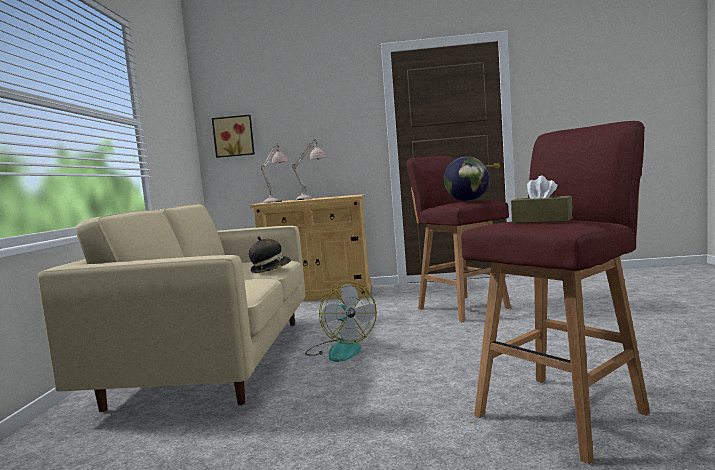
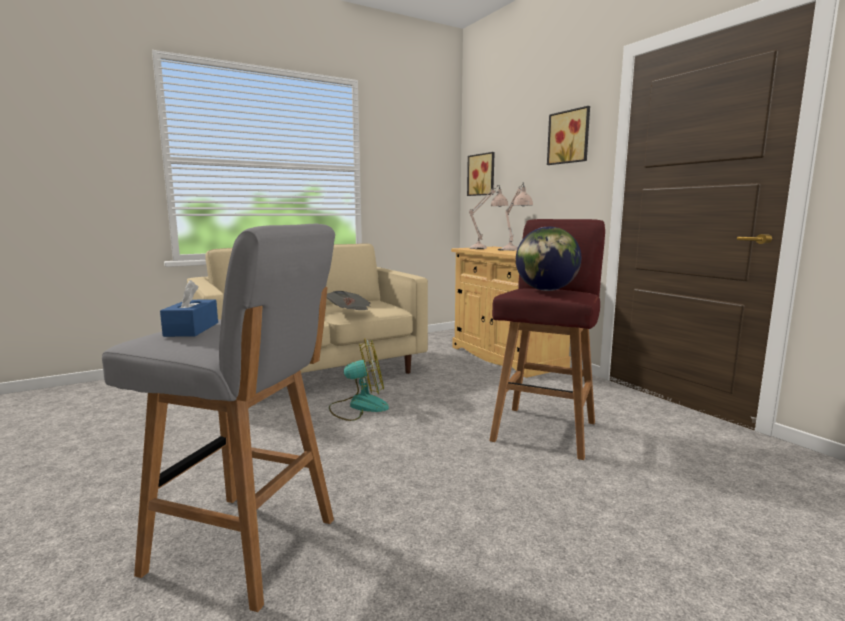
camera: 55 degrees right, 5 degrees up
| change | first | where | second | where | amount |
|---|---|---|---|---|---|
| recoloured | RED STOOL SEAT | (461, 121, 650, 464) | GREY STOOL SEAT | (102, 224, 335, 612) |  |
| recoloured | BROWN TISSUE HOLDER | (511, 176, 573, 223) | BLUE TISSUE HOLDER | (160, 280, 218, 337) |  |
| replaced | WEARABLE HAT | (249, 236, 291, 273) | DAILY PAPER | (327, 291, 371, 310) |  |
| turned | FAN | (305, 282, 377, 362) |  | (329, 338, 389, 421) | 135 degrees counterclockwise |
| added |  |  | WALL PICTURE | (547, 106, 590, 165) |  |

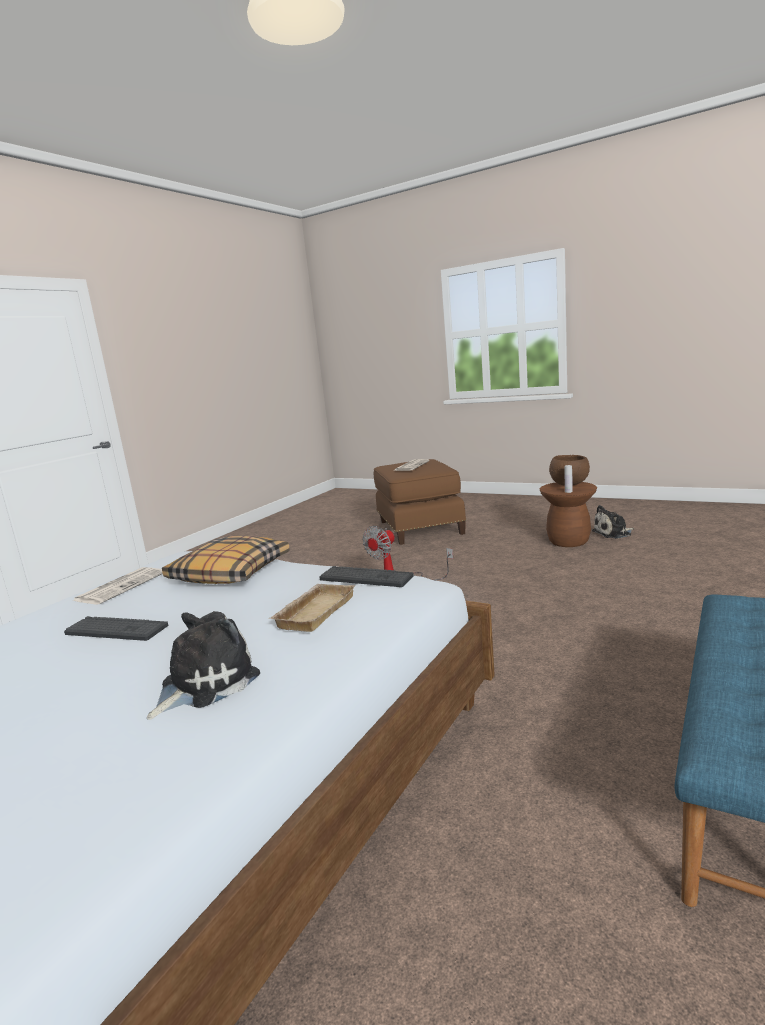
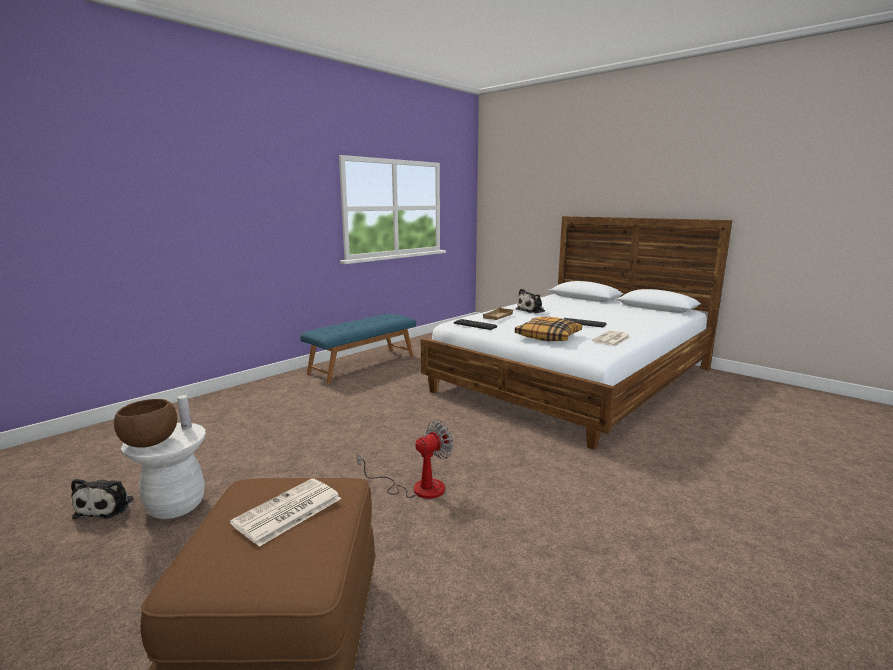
camera: 170 degrees left, 0 degrees up
| change | first | where | second | where | amount |
|---|---|---|---|---|---|
| turned | SOFT TOY | (592, 505, 634, 539) |  | (71, 479, 134, 519) | 90 degrees clockwise |
| recoloured | BROWN STOOL SEAT | (539, 482, 597, 547) | WHITISH STOOL SEAT | (121, 423, 206, 519) |  |

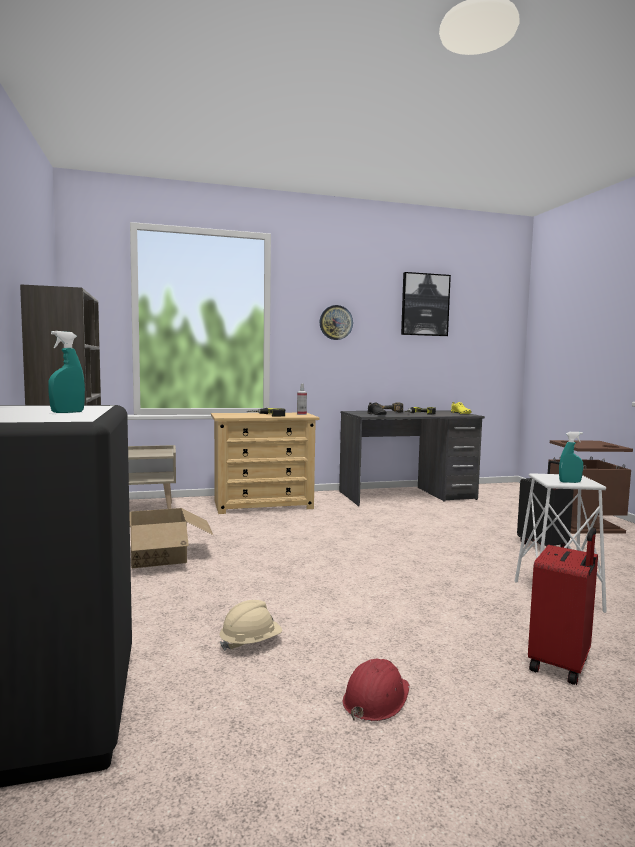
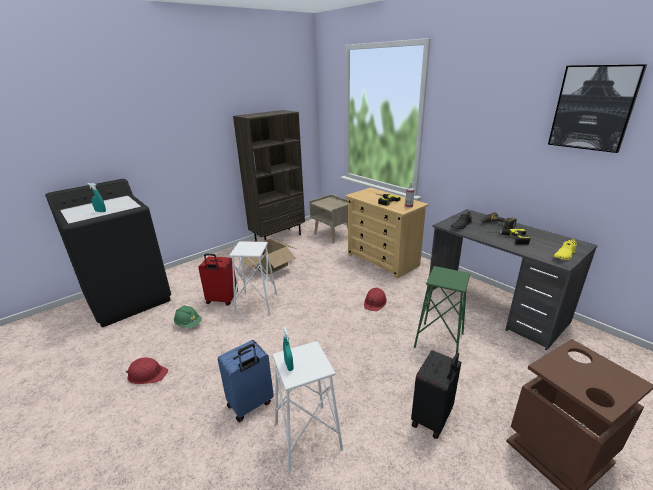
camera: 65 degrees right, 20 degrees up
| change | first | where | second | where | amount |
|---|---|---|---|---|---|
| recoloured | BEIGE HARD HAT | (219, 600, 282, 651) | GREENISH HARD HAT | (174, 306, 202, 328) |  |
| moved | RED PIECE OF LUGGAGE | (528, 528, 598, 685) |  | (198, 253, 238, 306) |  |
| added |  |  | BLUE PIECE OF LUGGAGE | (218, 340, 274, 422) |  |
| added |  |  | WHITISH STOOL SEAT | (229, 241, 277, 315) |  |
| added |  |  | RED HARD HAT | (364, 288, 387, 311) |  |
| added |  |  | GREENISH STOOL SEAT | (414, 266, 470, 353) |  |
| removed | CLOCK ON THE WALL | (320, 305, 353, 340) |  |  |  |

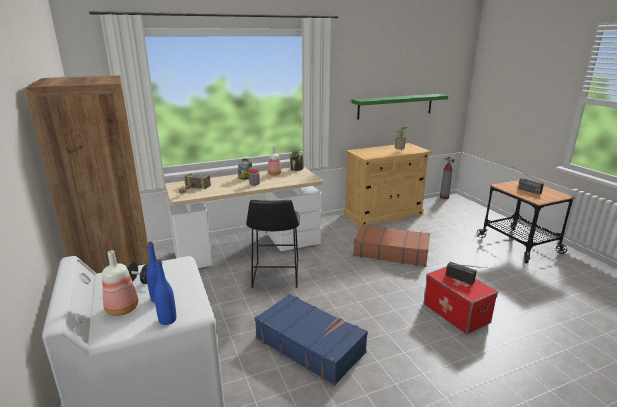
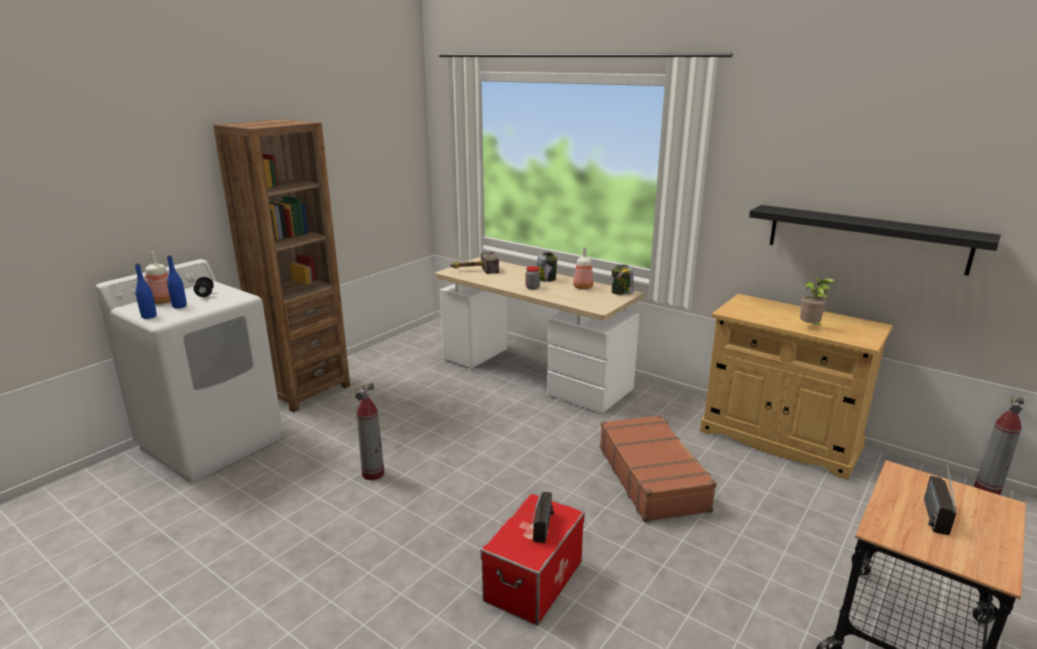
camera: 60 degrees right, 0 degrees up
| change | first | where | second | where | amount |
|---|---|---|---|---|---|
| replaced | BLUE PIECE OF LUGGAGE | (255, 294, 368, 386) | FIRE-FIGHTING CYLINDER | (355, 383, 384, 480) |  |
| recoloured | GREENISH BRACKET SHELF | (351, 94, 448, 120) | BLACKISH BRACKET SHELF | (749, 205, 1001, 276) |  |
| removed | BLACKISH STOOL SEAT | (246, 200, 300, 288) |  |  |  |

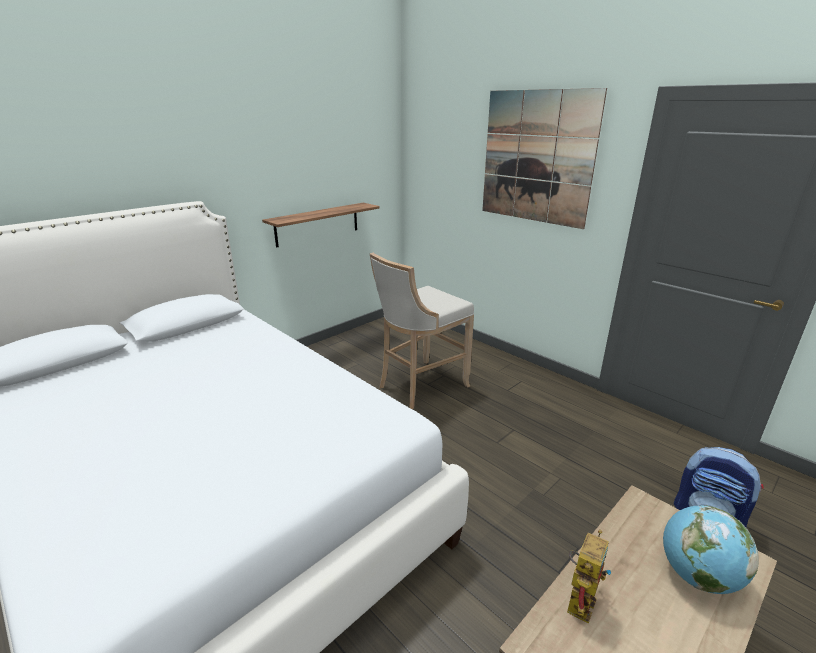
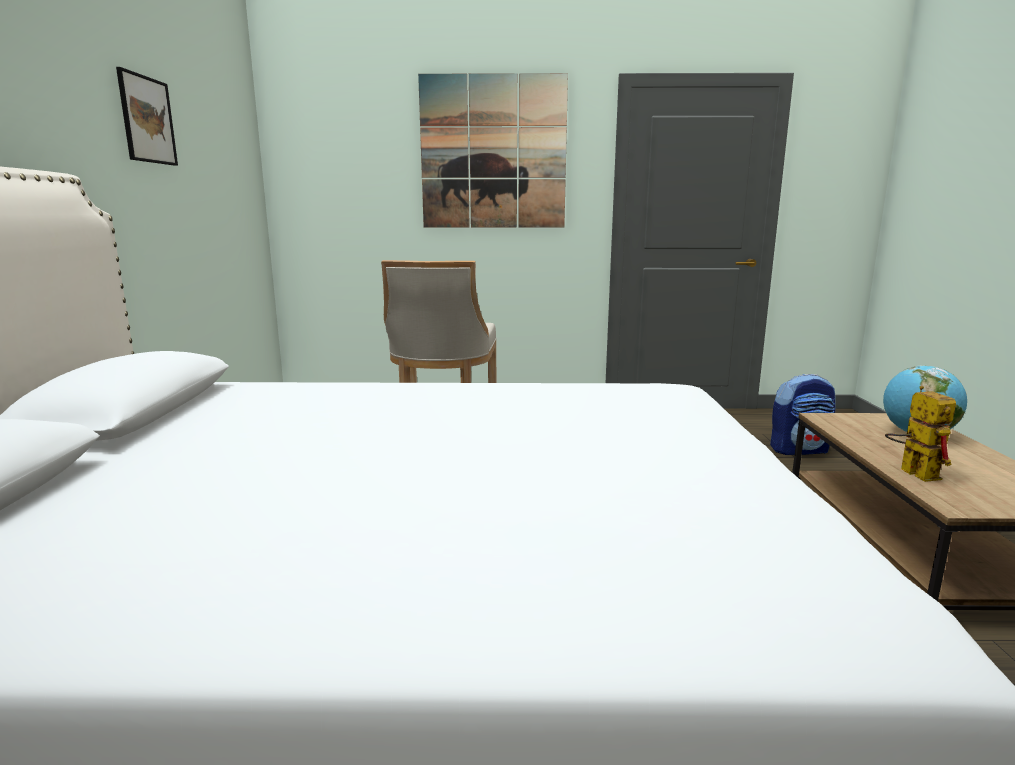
camera: 45 degrees left, 10 degrees down
| change | first | where | second | where | amount |
|---|---|---|---|---|---|
| added |  |  | WALL PICTURE | (116, 67, 178, 166) |  |
| removed | BRACKET SHELF | (262, 203, 380, 248) |  |  |  |

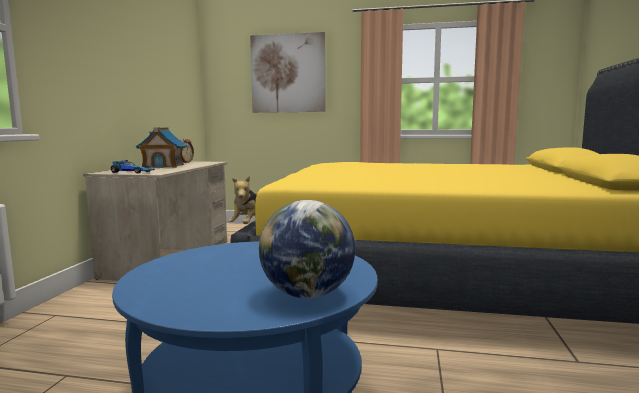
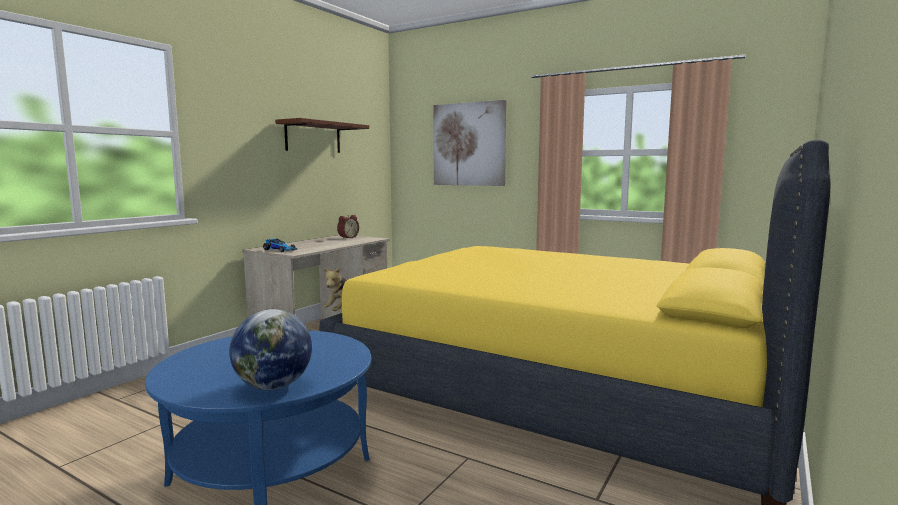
camera: 20 degrees right, 0 degrees up
| change | first | where | second | where | amount |
|---|---|---|---|---|---|
| added |  |  | BROWN BRACKET SHELF | (275, 118, 369, 153) |  |
| removed | MODEL HOUSE | (136, 127, 187, 168) |  |  |  |

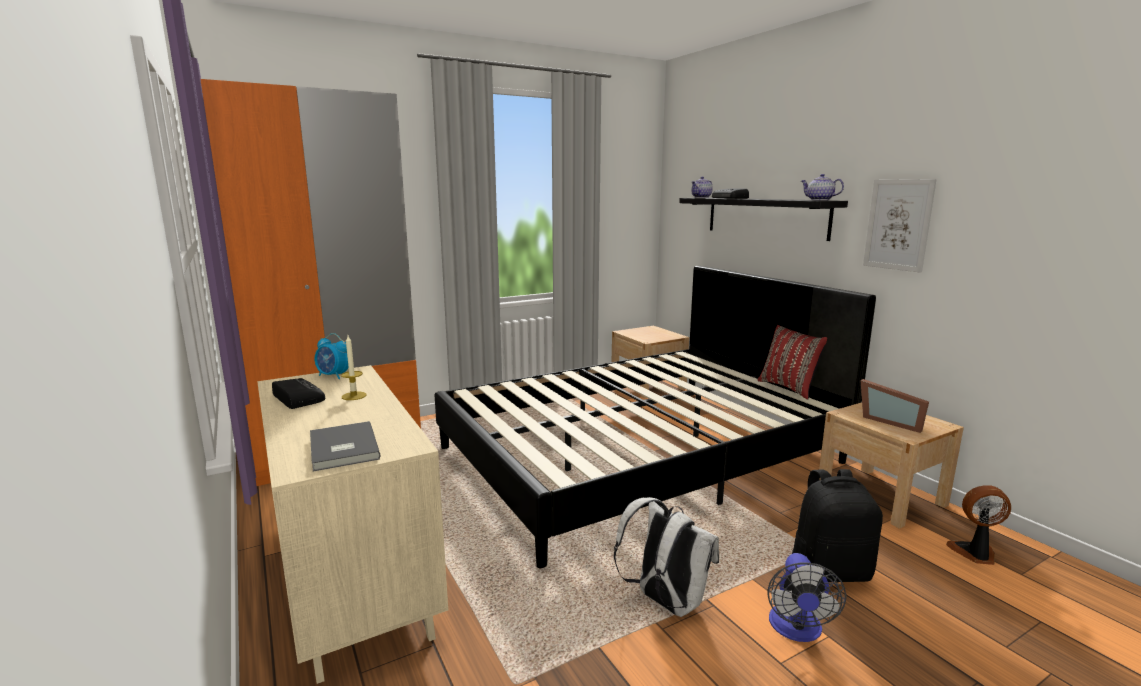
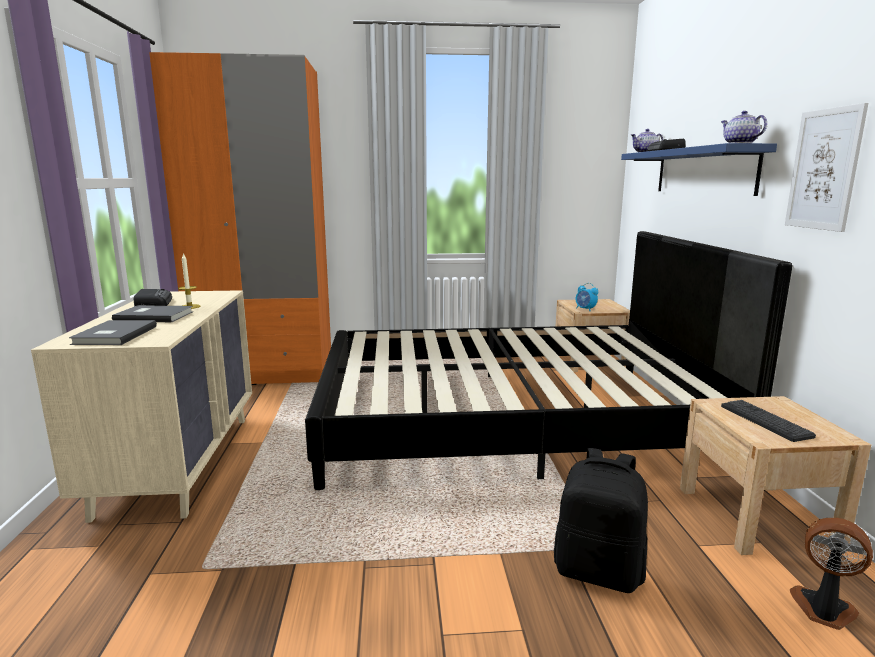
camera: 25 degrees right, 0 degrees up
| change | first | where | second | where | amount |
|---|---|---|---|---|---|
| added |  |  | GREY BOOK | (112, 305, 193, 322) |  |
| moved | TABLE CLOCK | (315, 333, 349, 379) |  | (576, 283, 598, 311) |  |
| recoloured | BLACKISH BRACKET SHELF | (679, 198, 848, 241) | BLUE BRACKET SHELF | (621, 143, 777, 196) |  |
| replaced | STANDING FRAME | (861, 379, 929, 433) | PC KEYBOARD | (721, 400, 816, 442) |  |
| removed | WHITISH RUCKSACK | (614, 497, 719, 617) |  |  |  |
| removed | RED THROW PILLOW | (758, 325, 827, 400) |  |  |  |
| removed | FAN | (767, 553, 847, 642) |  |  |  |

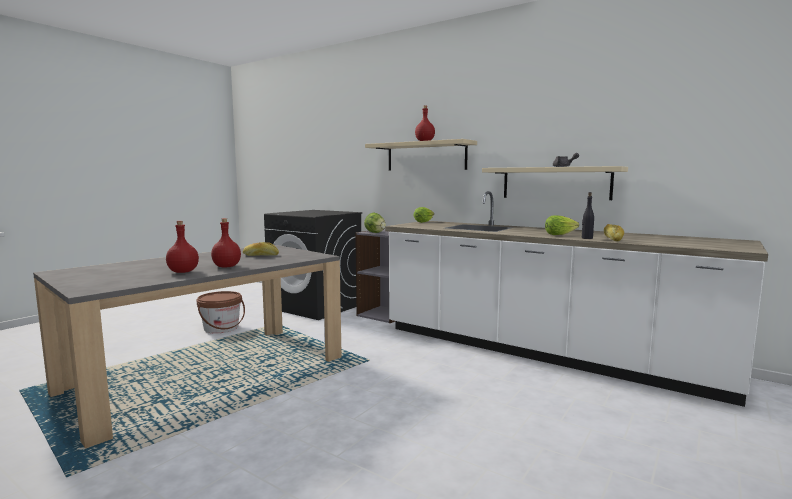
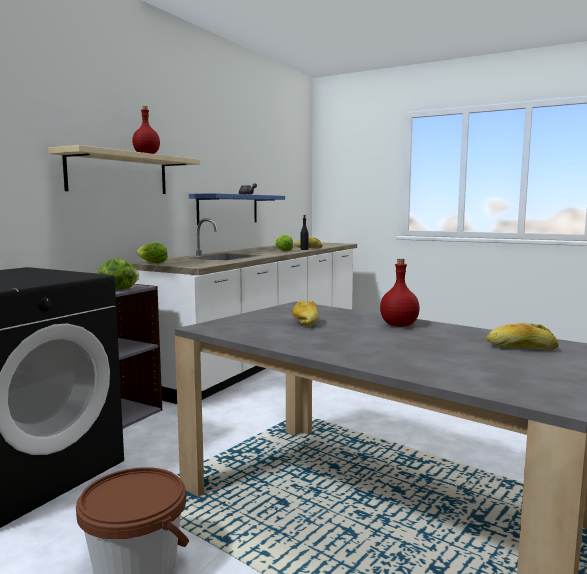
camera: 95 degrees left, 0 degrees up
| change | first | where | second | where | amount |
|---|---|---|---|---|---|
| recoloured | BEIGE BRACKET SHELF | (482, 166, 628, 200) | BLUE BRACKET SHELF | (189, 193, 285, 225) |  |
| added |  |  | BREAD | (486, 323, 559, 350) |  |
| removed | RED DRINK BOTTLE | (166, 221, 199, 273) |  |  |  |

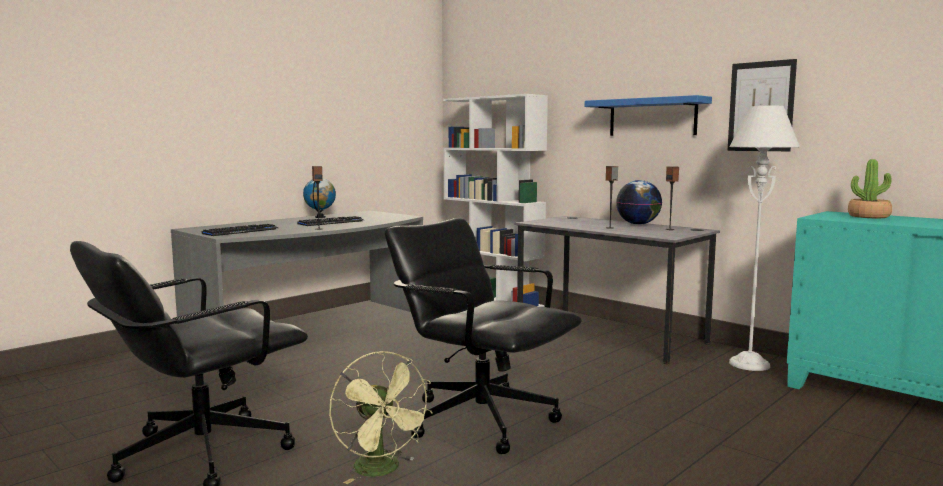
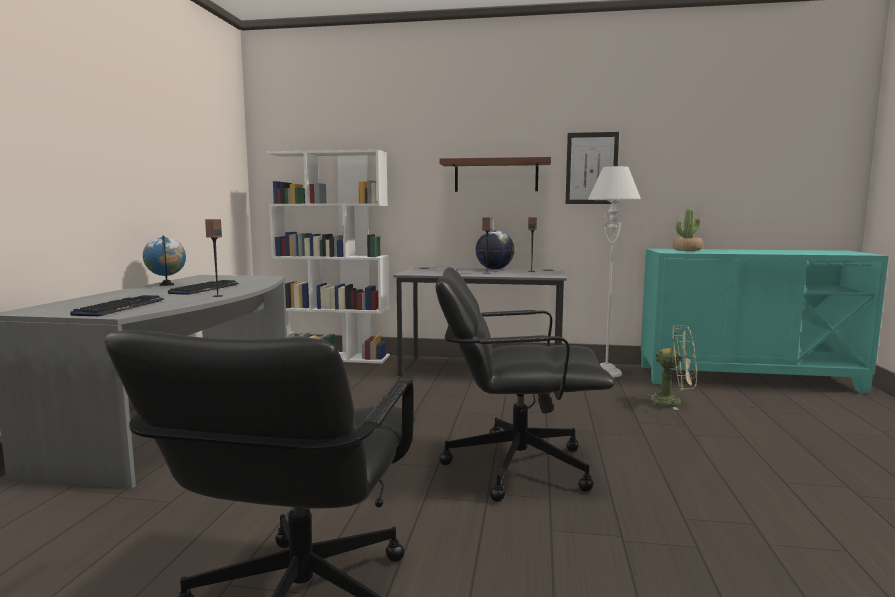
camera: 35 degrees left, 0 degrees up
| change | first | where | second | where | amount |
|---|---|---|---|---|---|
| recoloured | BLUE BRACKET SHELF | (585, 95, 712, 136) | BROWN BRACKET SHELF | (440, 157, 551, 192) |  |
| moved | GREENISH FAN | (329, 351, 433, 484) |  | (642, 325, 697, 410) |  |

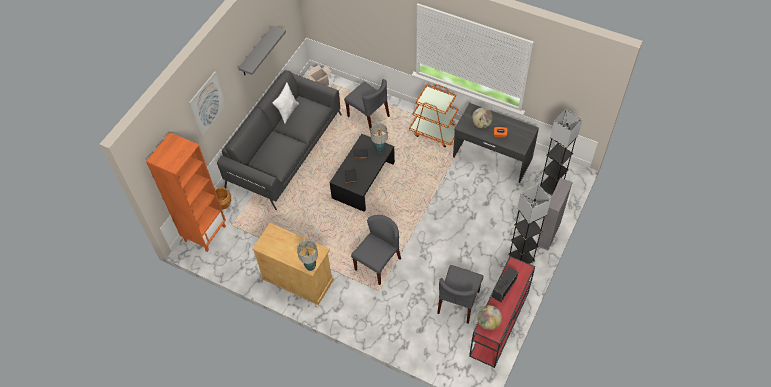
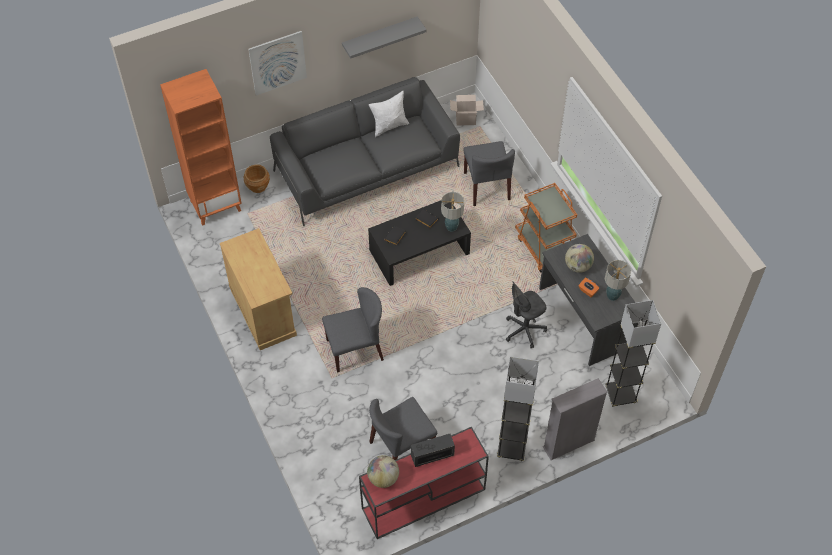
camera: 35 degrees right, 0 degrees up
| change | first | where | second | where | amount |
|---|---|---|---|---|---|
| added |  |  | GREY COMPUTER CHAIR | (506, 281, 547, 348) |  |
| moved | LAMP FOR A TABLE | (297, 240, 318, 271) |  | (605, 260, 631, 301) |  |

